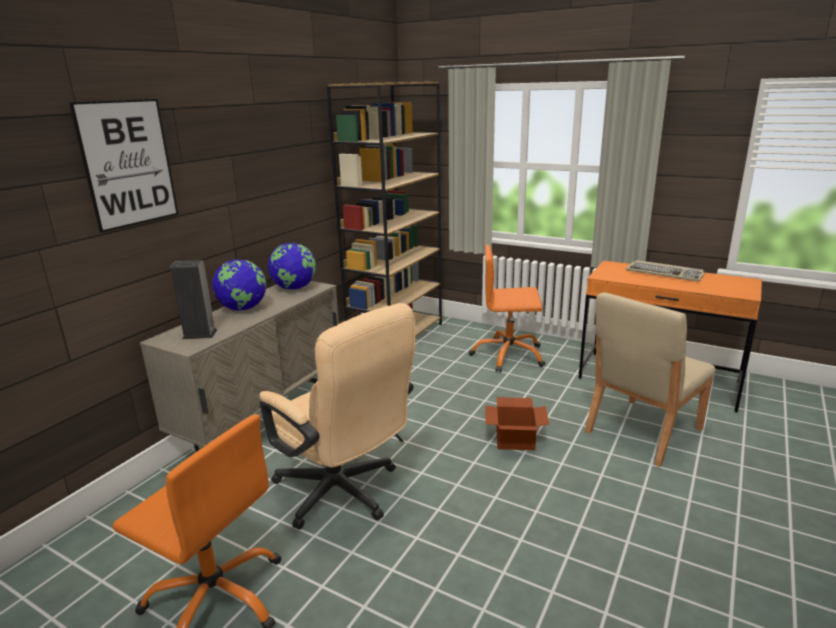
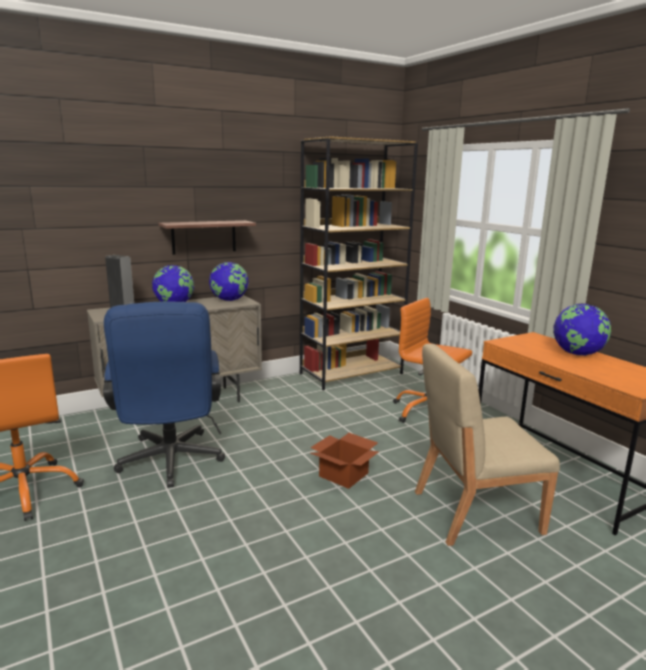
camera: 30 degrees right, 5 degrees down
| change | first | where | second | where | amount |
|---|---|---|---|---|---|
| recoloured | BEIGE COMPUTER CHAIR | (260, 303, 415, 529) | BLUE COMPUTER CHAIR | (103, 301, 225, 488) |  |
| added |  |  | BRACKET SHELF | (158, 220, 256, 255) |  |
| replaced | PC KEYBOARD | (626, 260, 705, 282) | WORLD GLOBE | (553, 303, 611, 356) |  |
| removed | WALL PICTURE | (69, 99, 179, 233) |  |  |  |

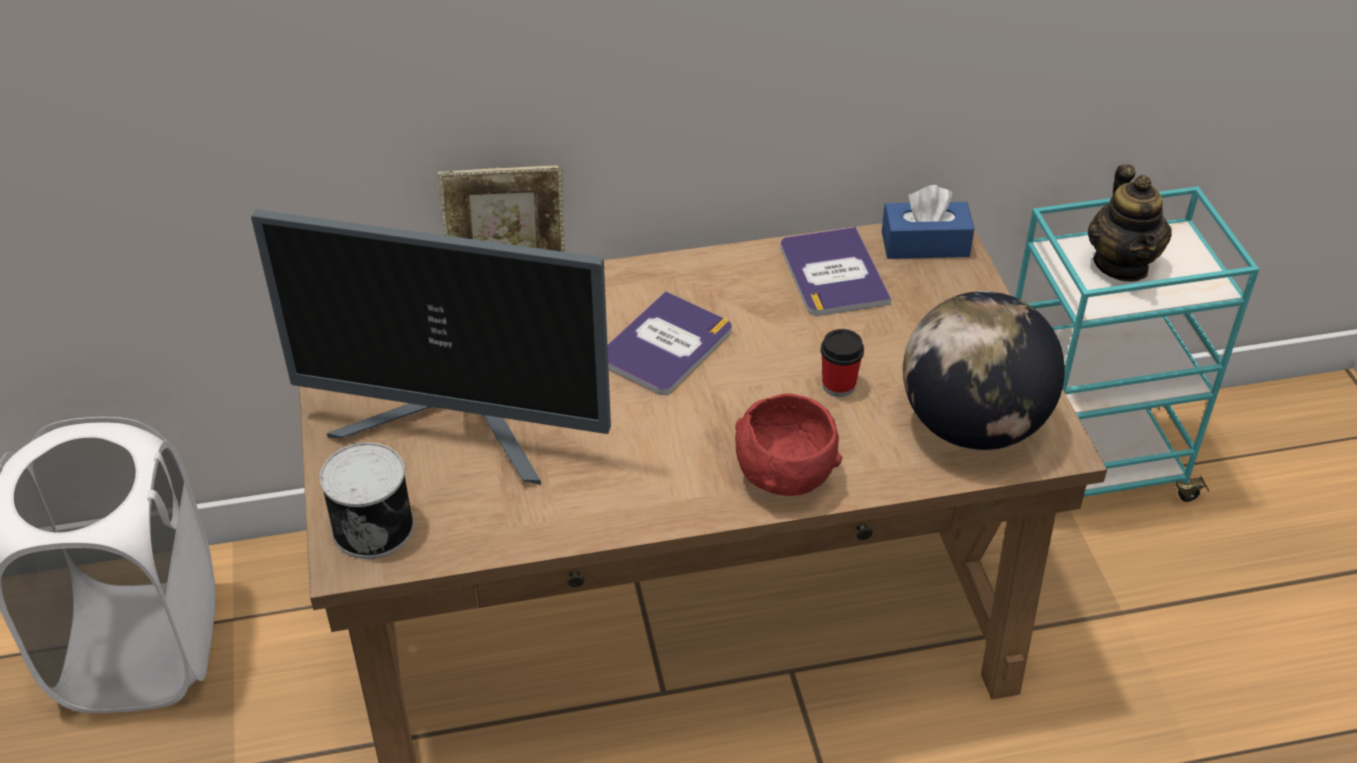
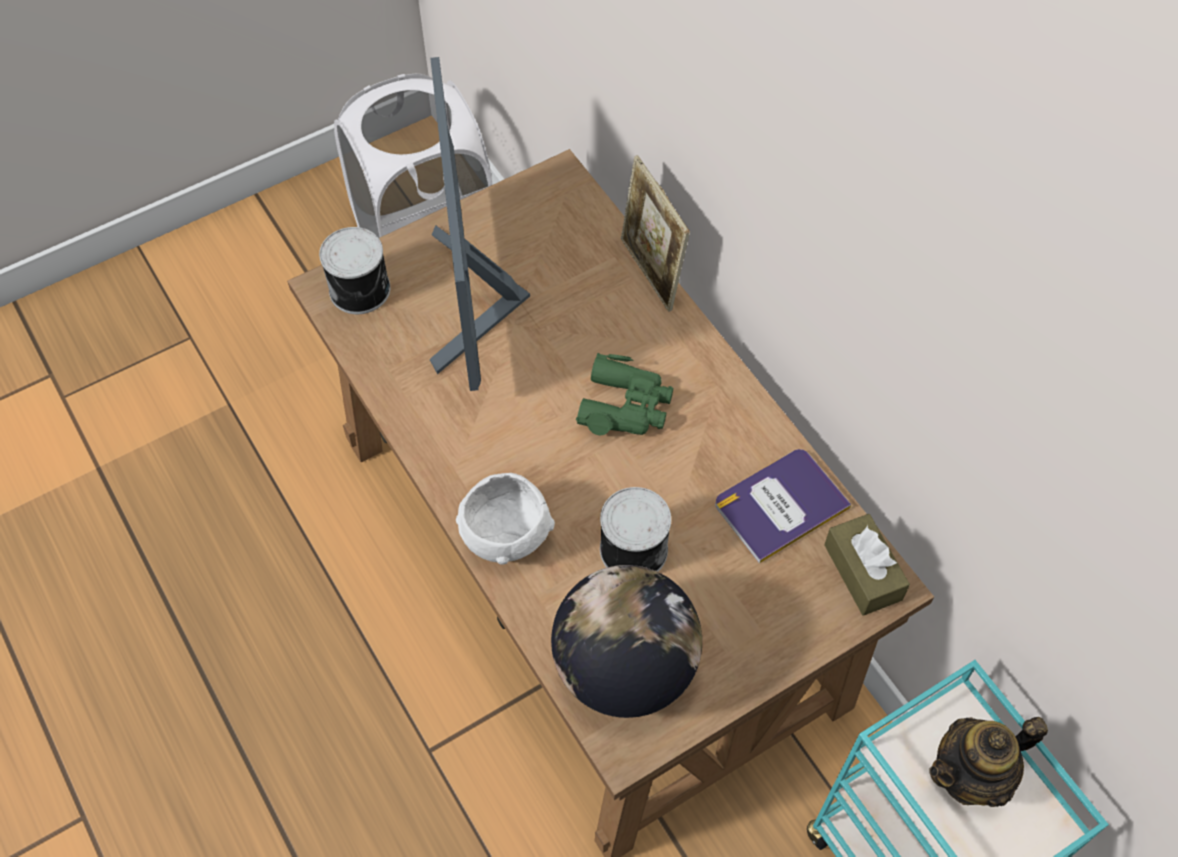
camera: 70 degrees right, 15 degrees up
| change | first | where | second | where | amount |
|---|---|---|---|---|---|
| recoloured | RED BOWL | (735, 393, 842, 496) | WHITISH BOWL | (456, 473, 555, 564) |  |
| replaced | BOOK | (607, 291, 732, 395) | GREENISH BINOCULARS | (576, 353, 673, 436) |  |
| replaced | DRINKING CUP | (821, 329, 864, 397) | METAL CAN | (600, 487, 671, 572) |  |
| recoloured | BLUE TISSUE HOLDER | (882, 185, 974, 259) | BROWN TISSUE HOLDER | (824, 514, 910, 616) |  |

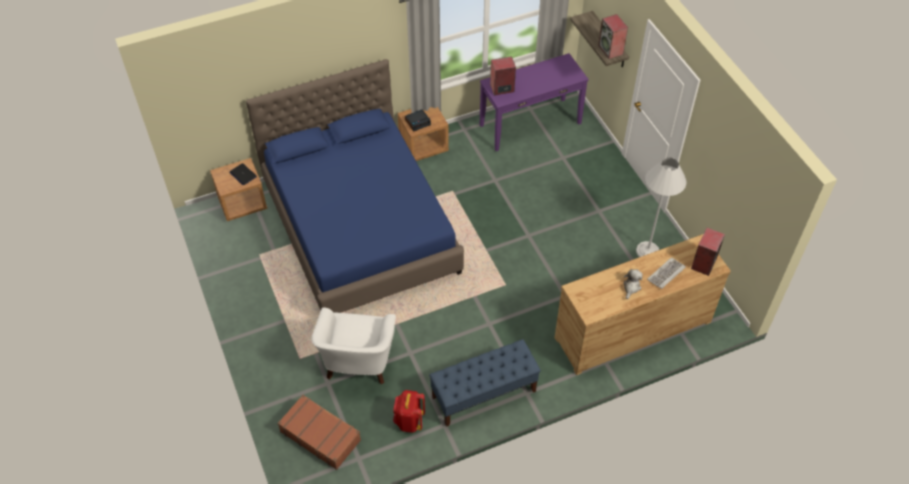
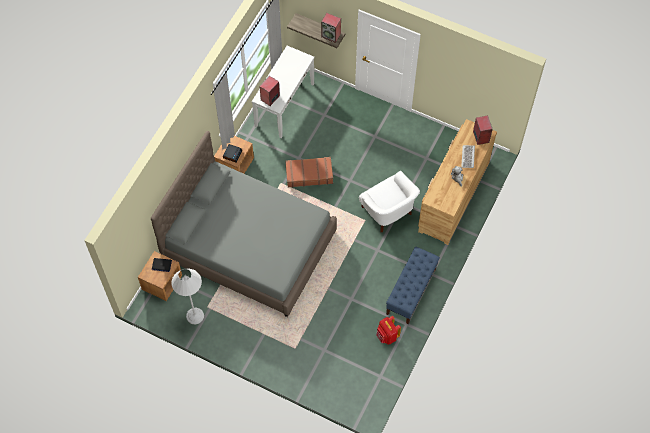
camera: 40 degrees left, 10 degrees up
| change | first | where | second | where | amount |
|---|---|---|---|---|---|
| recoloured | BLUE BED | (246, 59, 464, 313) | GREY BED | (151, 131, 337, 317) |  |
| moved | WHITISH FLOOR LAMP | (636, 157, 686, 257) |  | (171, 269, 204, 324) |  |
| recoloured | PURPLE NARROW TABLE | (480, 53, 589, 151) | WHITISH NARROW TABLE | (252, 46, 315, 138) |  |
| moved | BROWN PIECE OF LUGGAGE | (277, 395, 361, 470) |  | (285, 157, 333, 188) |  |
| moved | WHITISH EASY CHAIR | (311, 308, 396, 384) |  | (359, 171, 420, 232) |  |

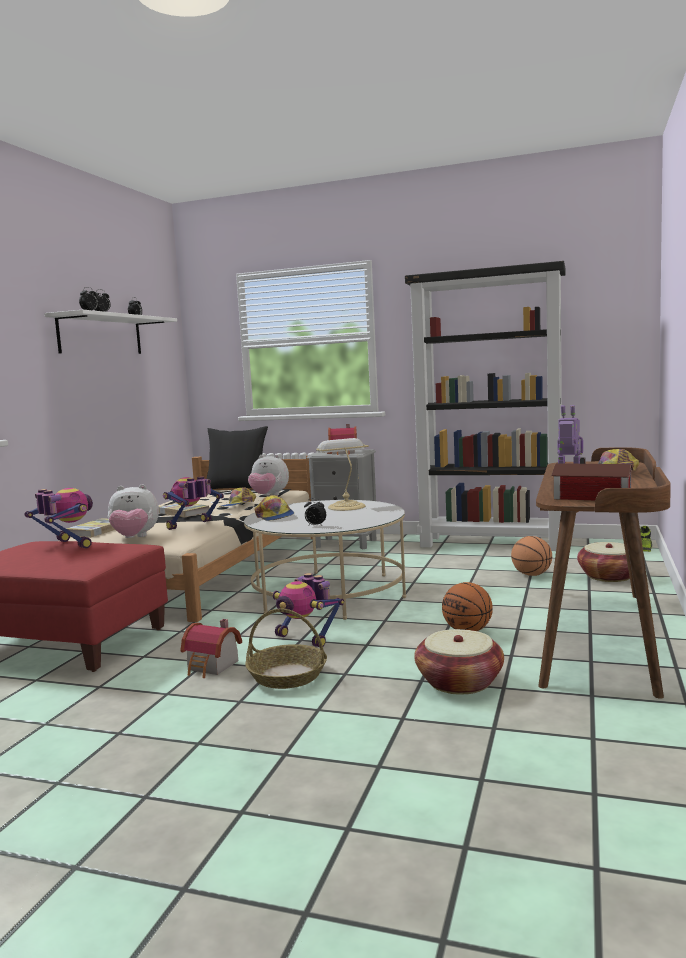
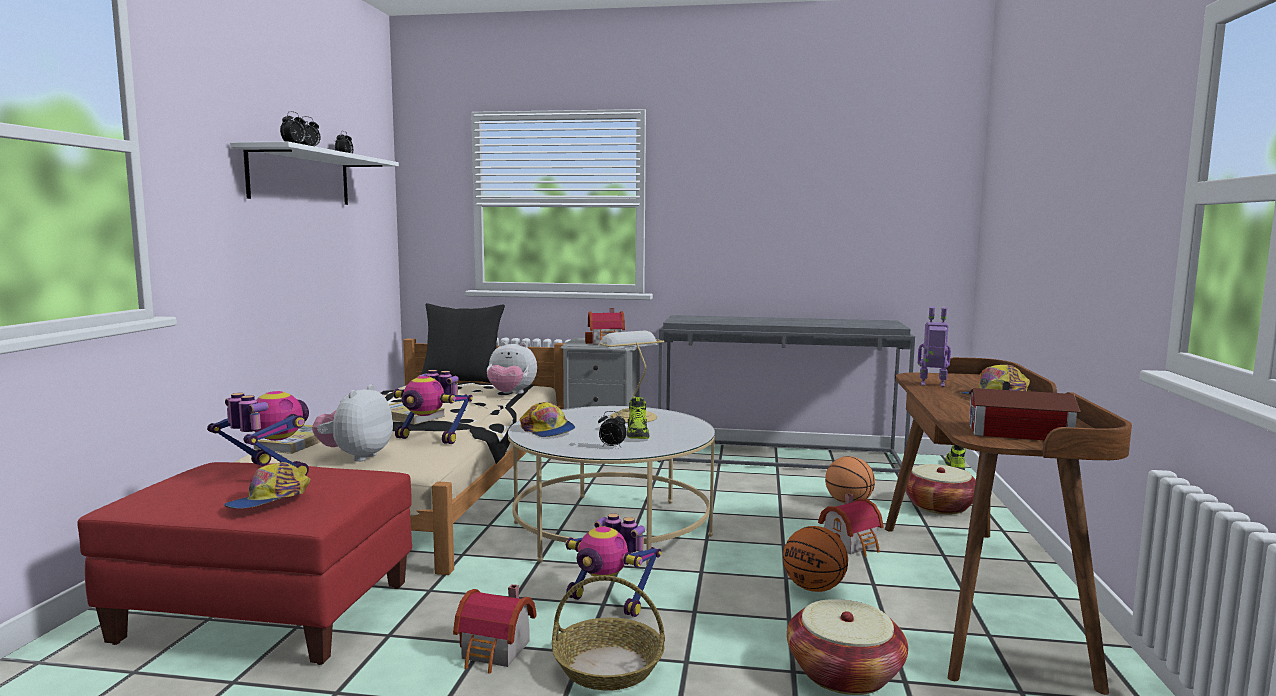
camera: 10 degrees left, 0 degrees up
| change | first | where | second | where | amount |
|---|---|---|---|---|---|
| moved | BASEBALL CAP | (219, 487, 256, 507) |  | (224, 462, 311, 508) |  |
| turned | SOFT TOY | (108, 484, 159, 538) |  | (312, 384, 393, 462) | 120 degrees clockwise |
| turned | TOY ROBOT | (163, 476, 224, 530) |  | (393, 370, 473, 444) | 105 degrees counterclockwise |
| added |  |  | SHOE | (627, 397, 649, 439) |  |
| replaced | BLACKISH SHELVING UNIT | (405, 261, 566, 551) | GREY NARROW TABLE | (658, 315, 915, 473) |  |
| added |  |  | MODEL HOUSE | (818, 494, 884, 557) |  |

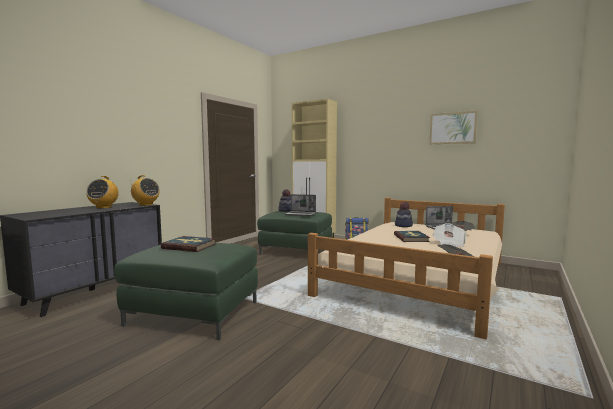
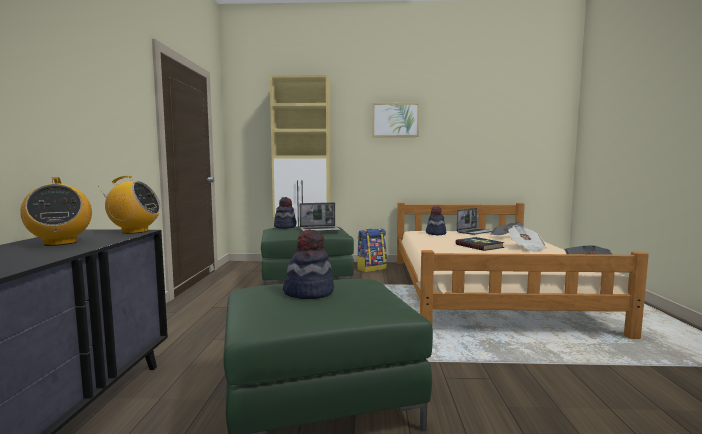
camera: 30 degrees left, 0 degrees up
| change | first | where | second | where | amount |
|---|---|---|---|---|---|
| replaced | BOOK | (161, 236, 216, 252) | WEARABLE HAT | (283, 229, 334, 299) |  |
| moved | WALL PICTURE | (430, 111, 478, 144) |  | (372, 103, 420, 137) |  |

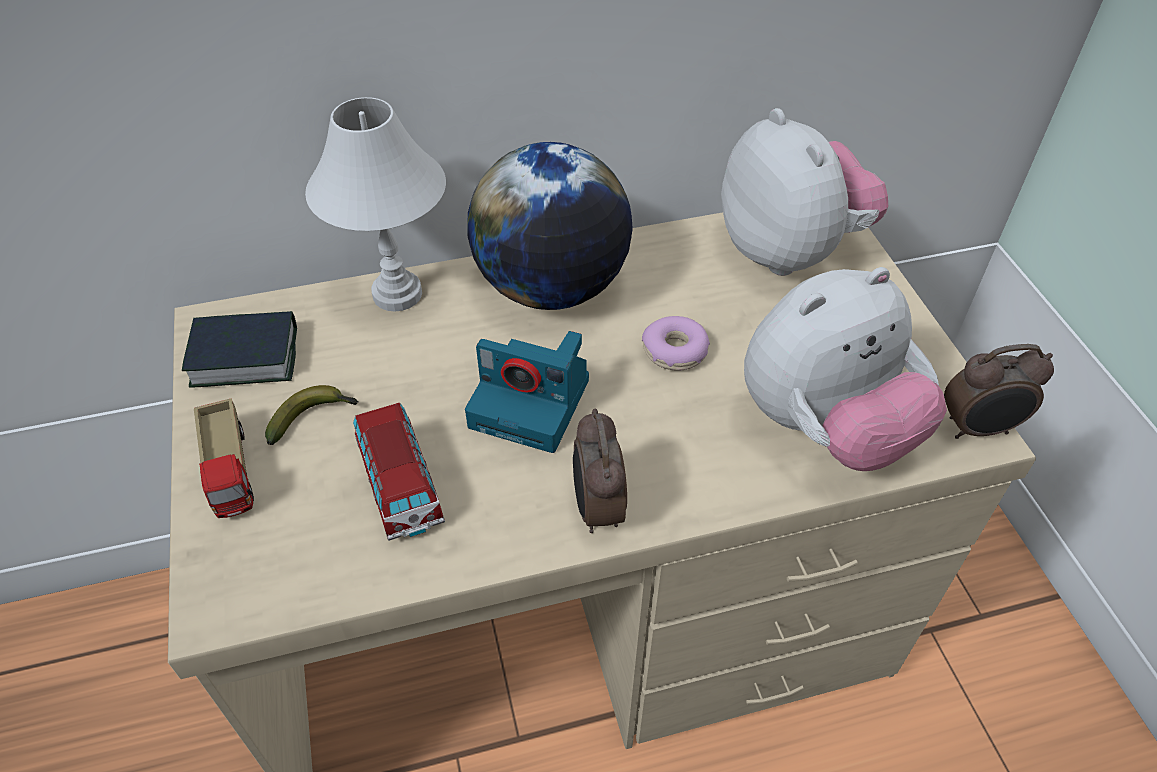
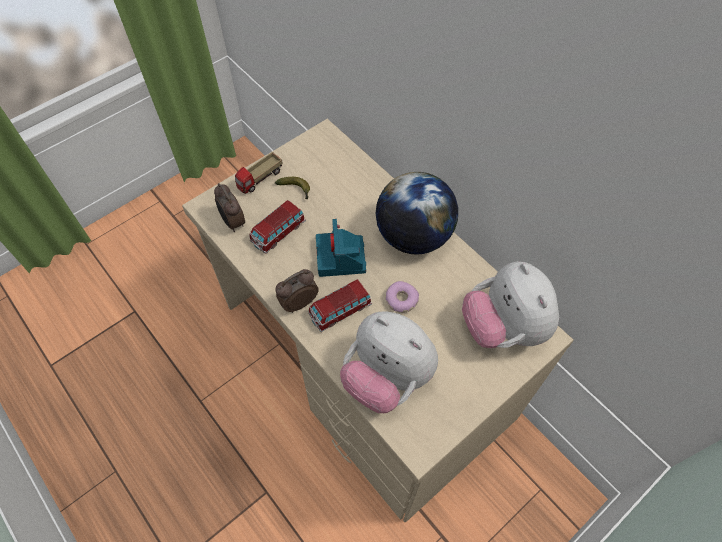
camera: 65 degrees right, 10 degrees up
| change | first | where | second | where | amount |
|---|---|---|---|---|---|
| moved | TABLE CLOCK | (944, 344, 1054, 439) |  | (214, 183, 245, 232) |  |
| added |  |  | MINIATURE CAR | (308, 279, 372, 332) |  |
| turned | SOFT TOY | (721, 108, 888, 276) |  | (462, 261, 559, 348) | 120 degrees clockwise |
| removed | BOOK | (182, 311, 297, 388) |  |  |  |
| removed | WHITISH LAMP FOR A TABLE | (305, 97, 446, 312) |  |  |  |

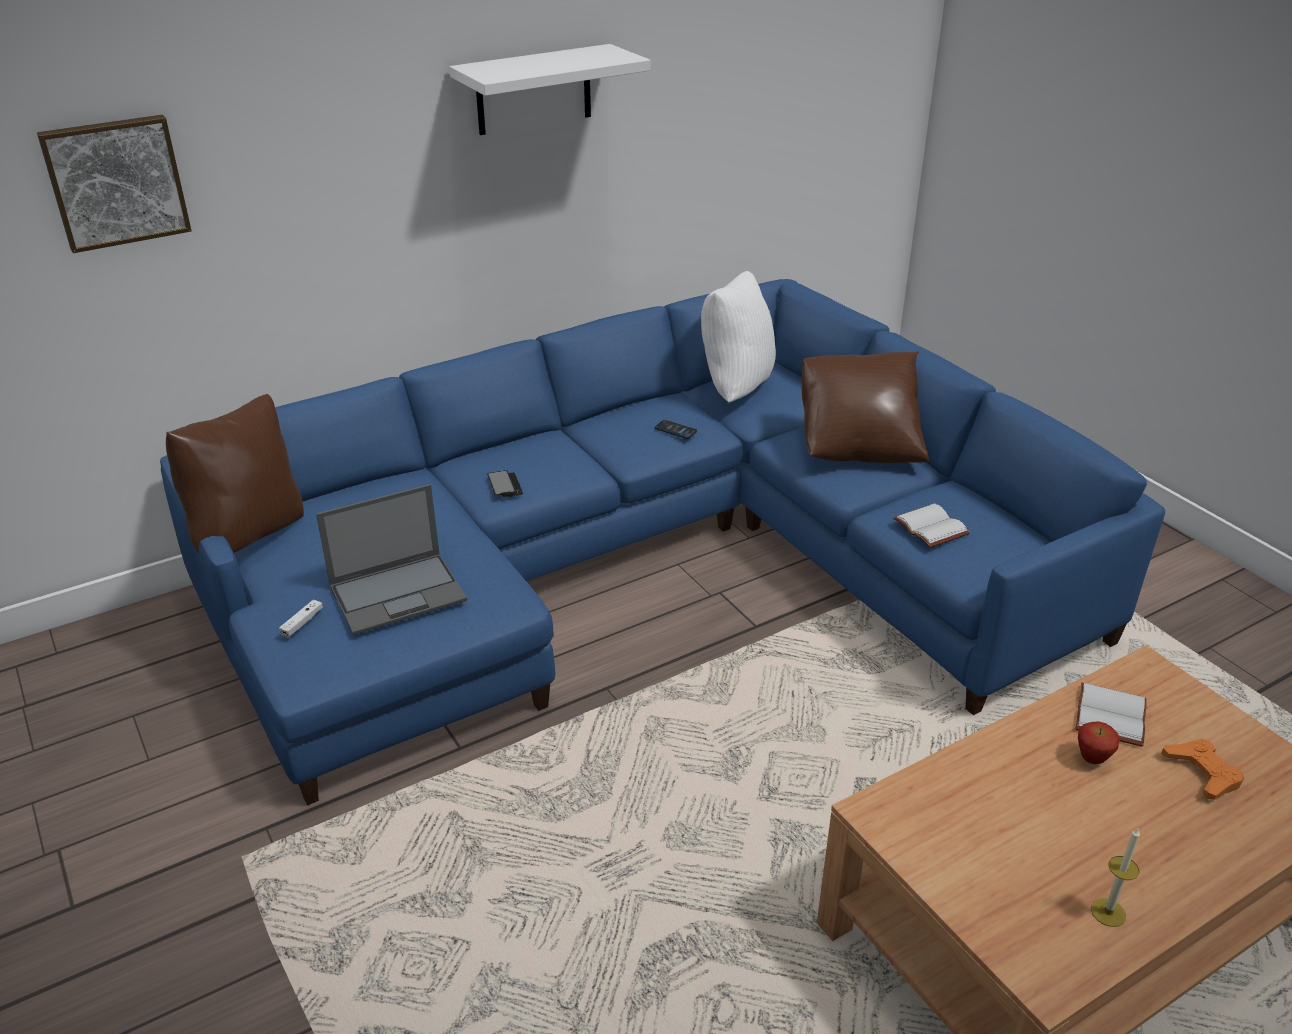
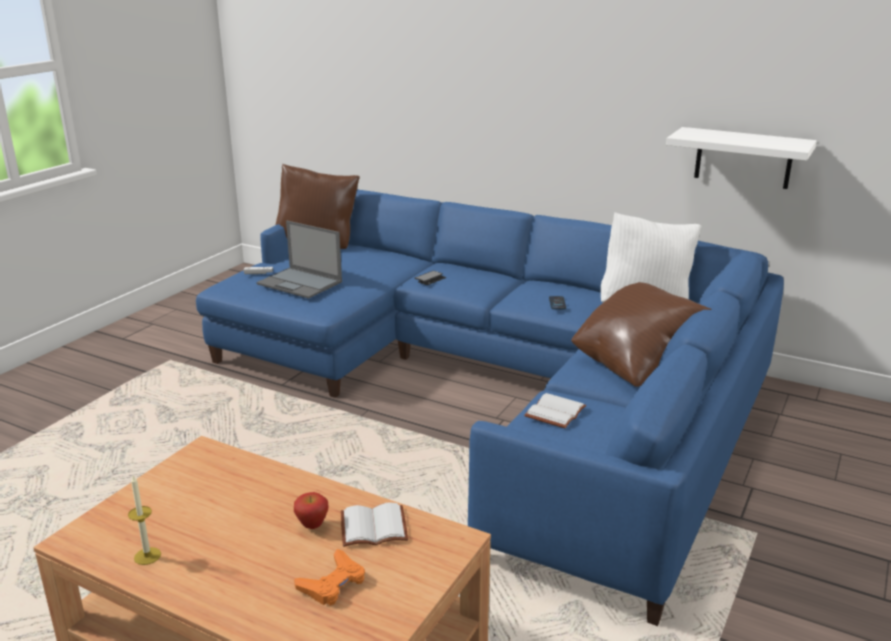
camera: 60 degrees right, 10 degrees down
| change | first | where | second | where | amount |
|---|---|---|---|---|---|
| moved | WHITISH BRACKET SHELF | (449, 44, 651, 135) |  | (666, 127, 817, 189) |  |
| removed | WALL PICTURE | (37, 114, 192, 253) |  |  |  |

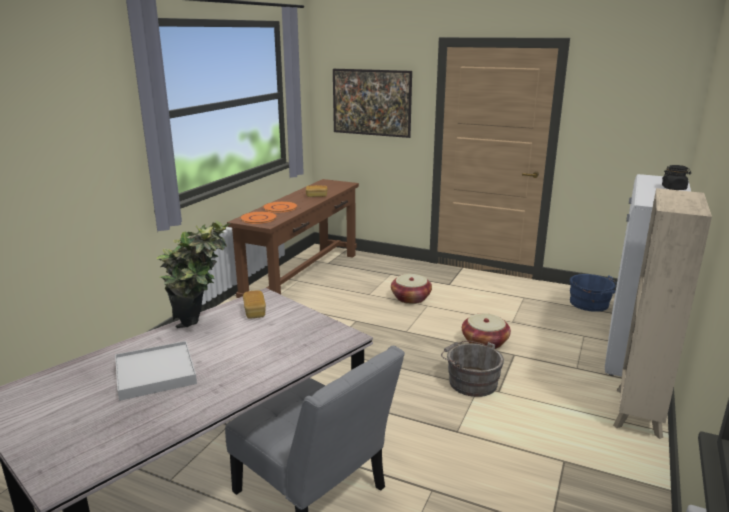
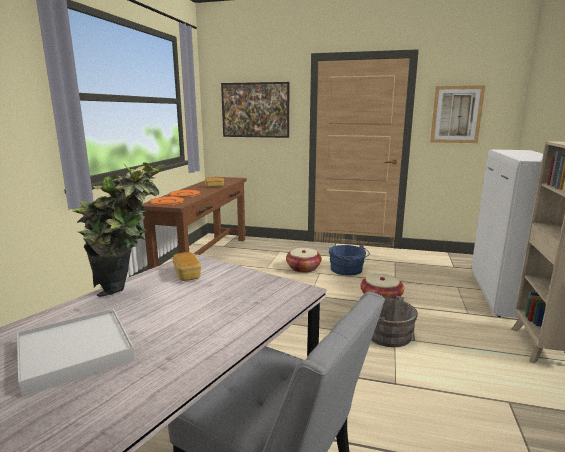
camera: 10 degrees left, 5 degrees down
| change | first | where | second | where | amount |
|---|---|---|---|---|---|
| moved | BLUE PAIL | (570, 274, 617, 312) |  | (329, 244, 370, 276) |  |
| added |  |  | WALL PICTURE | (430, 85, 485, 143) |  |
| removed | BLACKISH PRESERVE JAR | (662, 165, 691, 190) |  |  |  |

